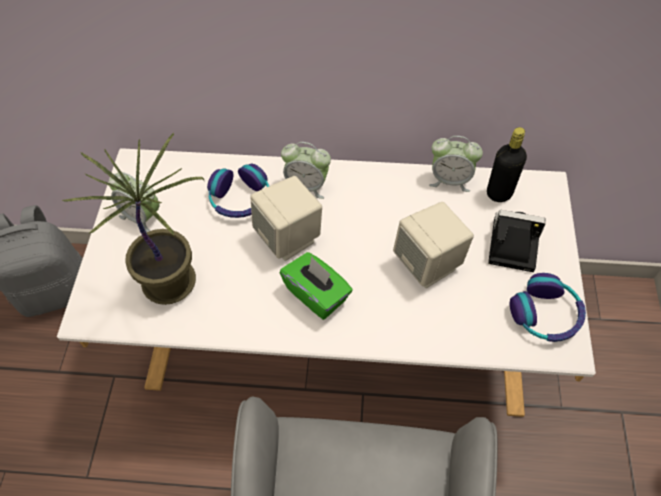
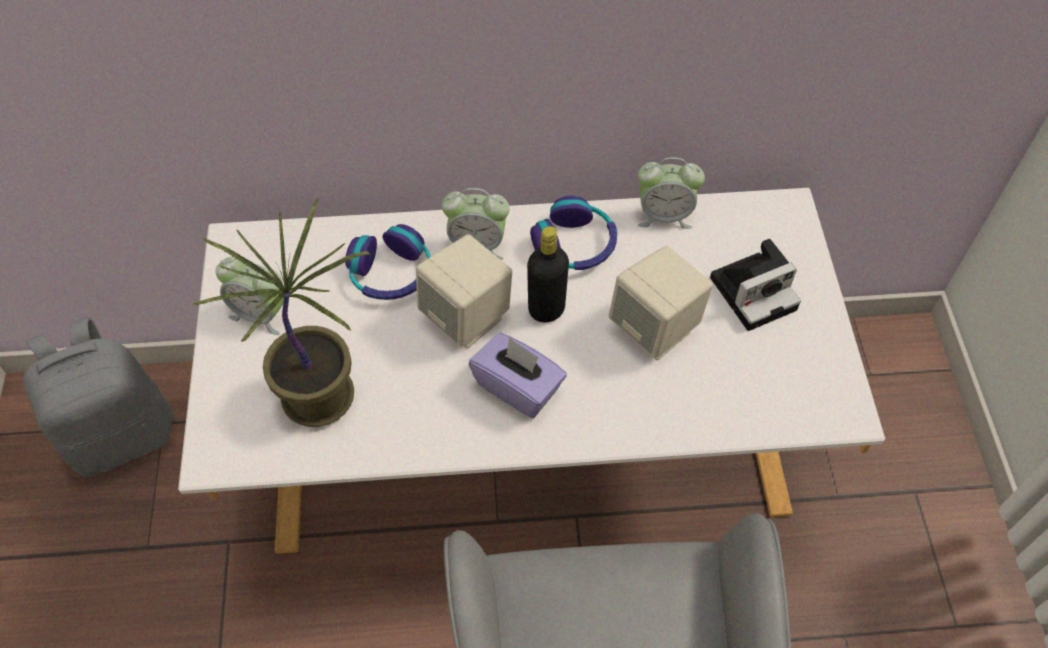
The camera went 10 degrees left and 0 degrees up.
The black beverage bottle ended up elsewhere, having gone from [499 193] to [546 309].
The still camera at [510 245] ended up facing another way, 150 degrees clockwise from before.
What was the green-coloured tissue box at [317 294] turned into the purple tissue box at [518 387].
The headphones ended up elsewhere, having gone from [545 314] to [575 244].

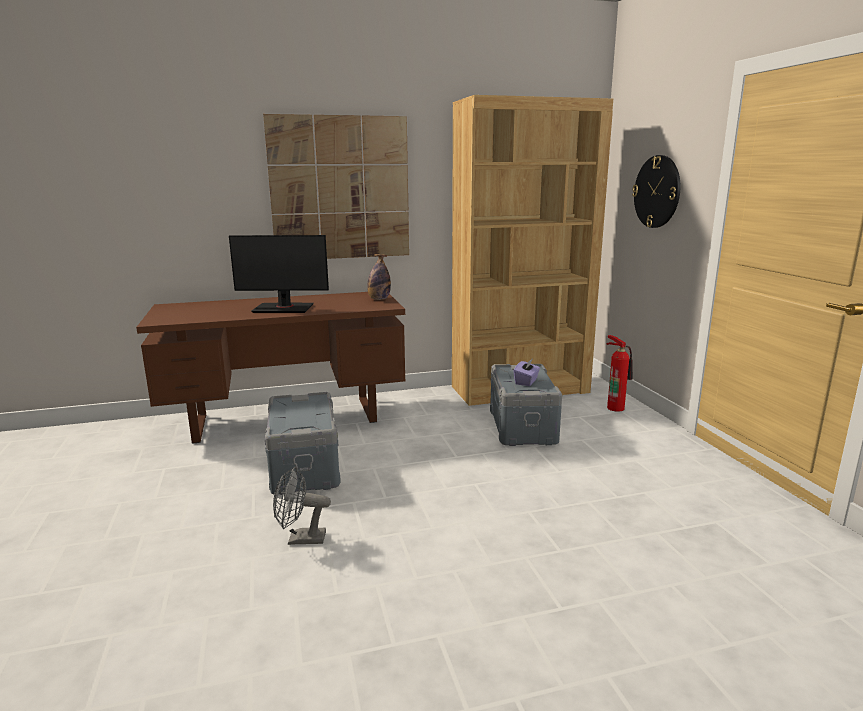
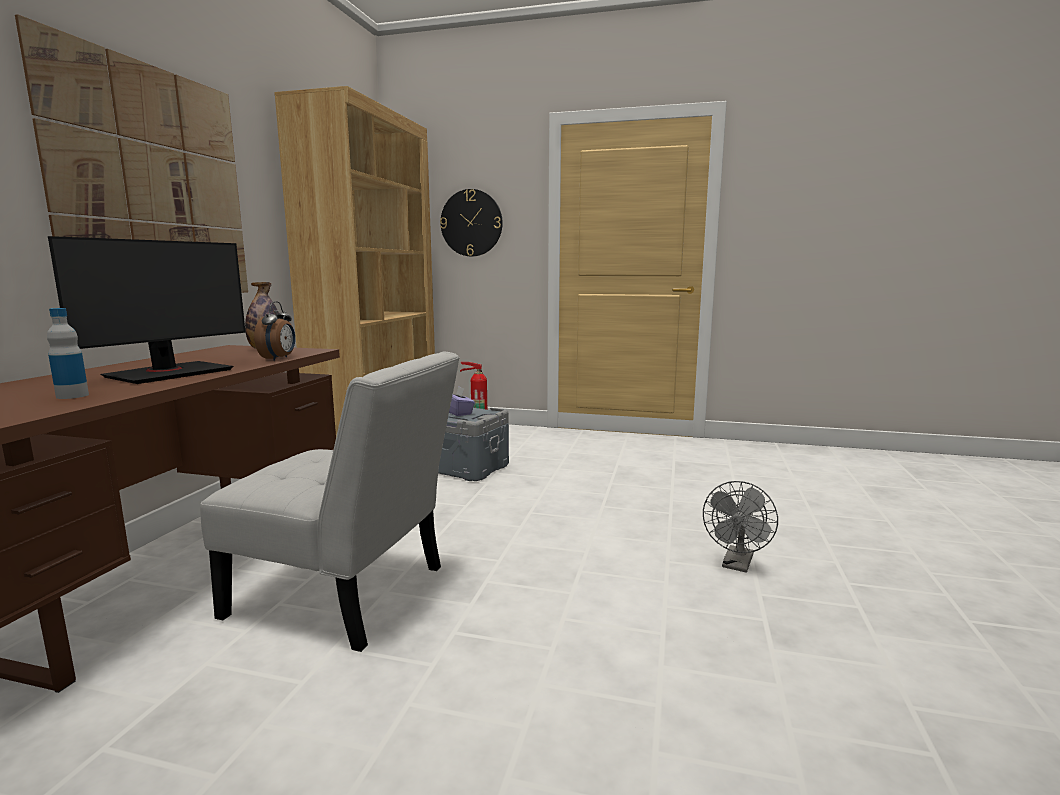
The camera went 60 degrees left and 5 degrees down.
Where the grey storage box stood at [303 467], the white upright chair came to stand at [347 595].
The grey fan ended up elsewhere, having gone from [300 539] to [737 565].
The second view gained the alarm clock at [279 359].
The second view gained the beverage bottle at [72 396].

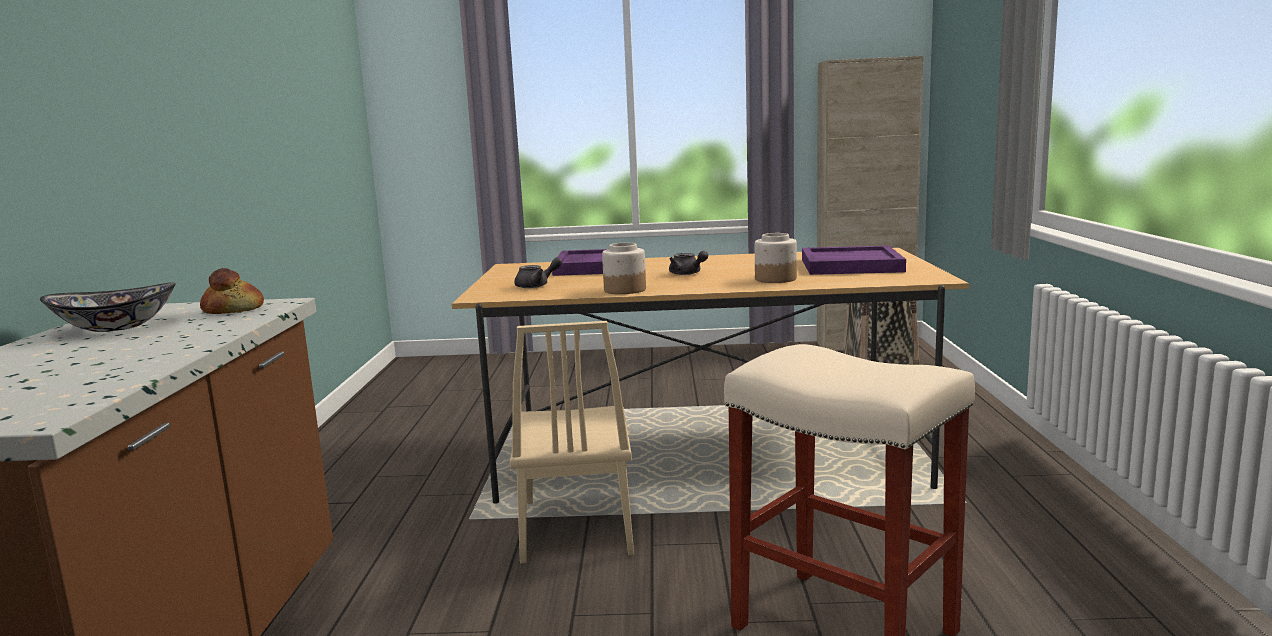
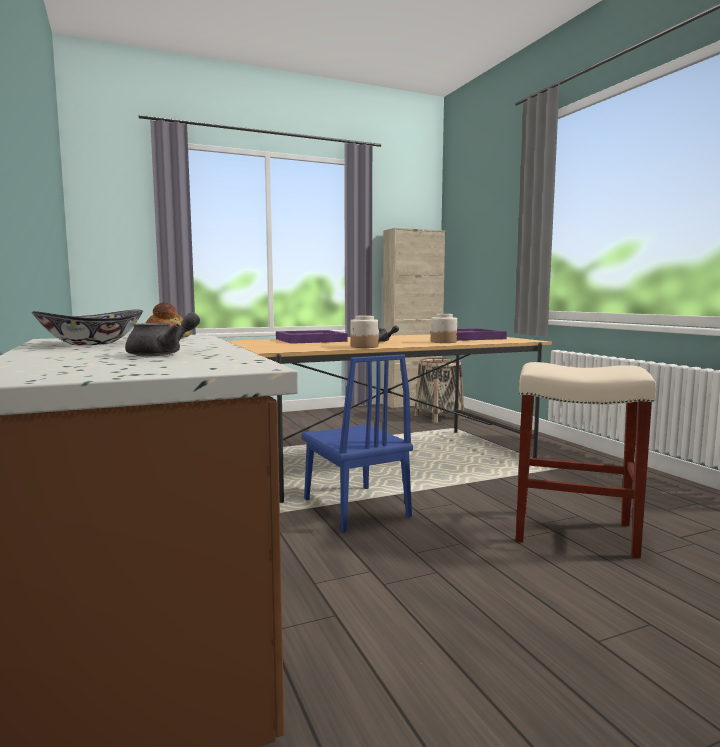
The camera went 25 degrees left and 5 degrees down.
The grey tea pot ended up elsewhere, having gone from [537 285] to [163 354].
What was the sand-coloured upright chair at [577 527] turned into the bluish upright chair at [355 508].

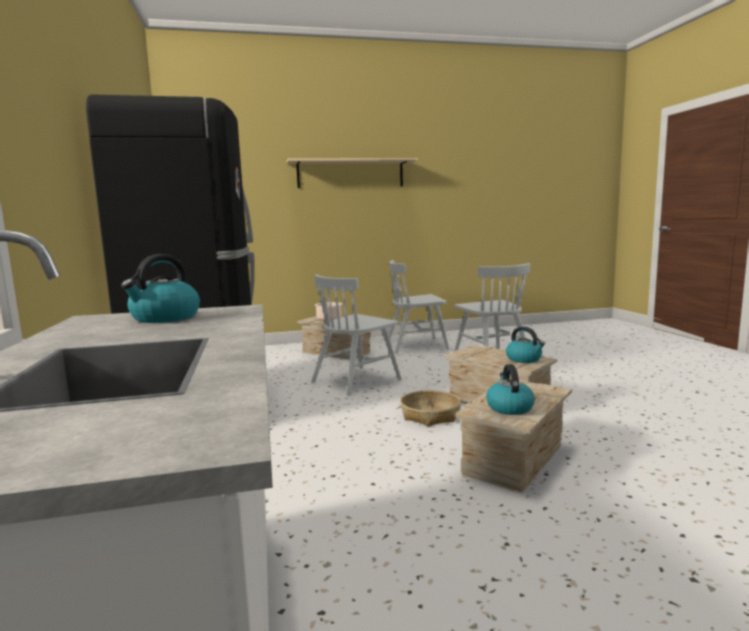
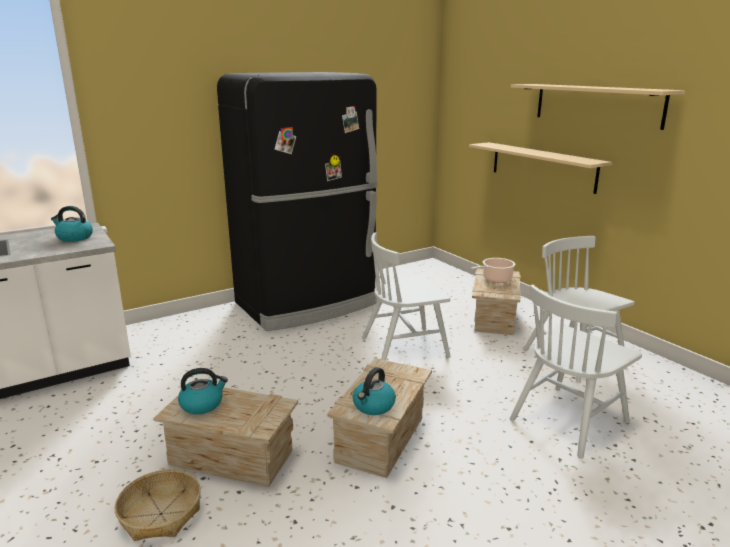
The camera went 70 degrees right and 10 degrees up.
The white upright chair at [356 380] ended up facing another way, 45 degrees counterclockwise from before.
The household basket ended up elsewhere, having gone from [430 416] to [160 514].
The second view gained the sand-coloured bracket shelf at [542 166].

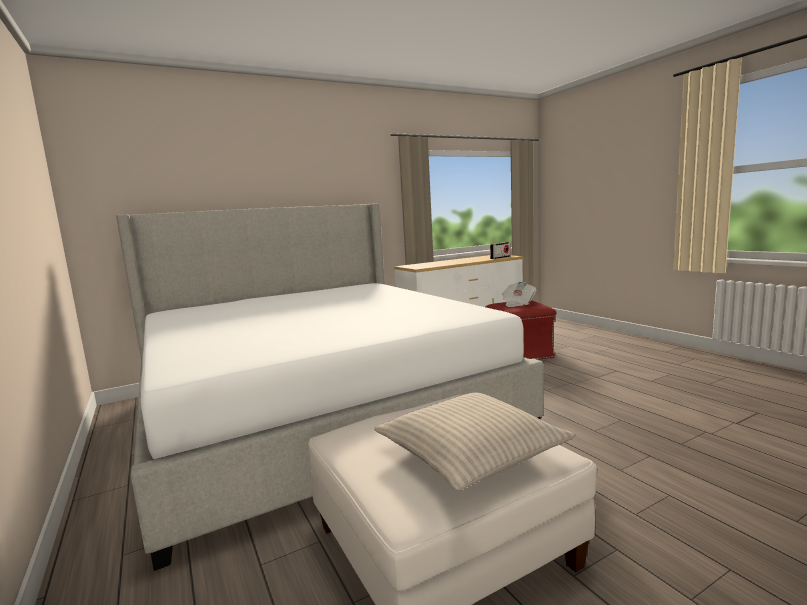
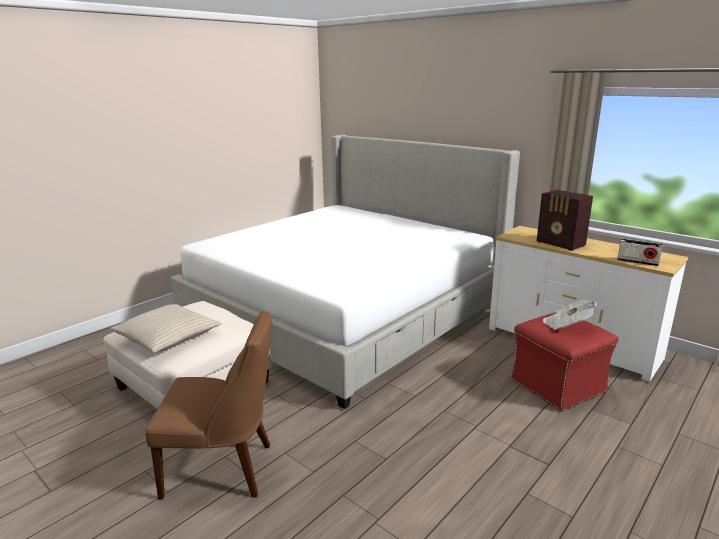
The camera went 70 degrees right and 10 degrees up.
The second view gained the radio at [561 244].
The second view gained the brown upright chair at [224 470].

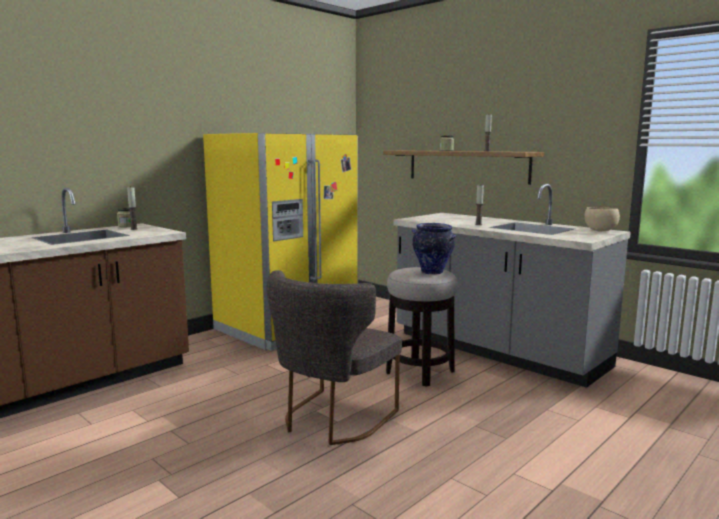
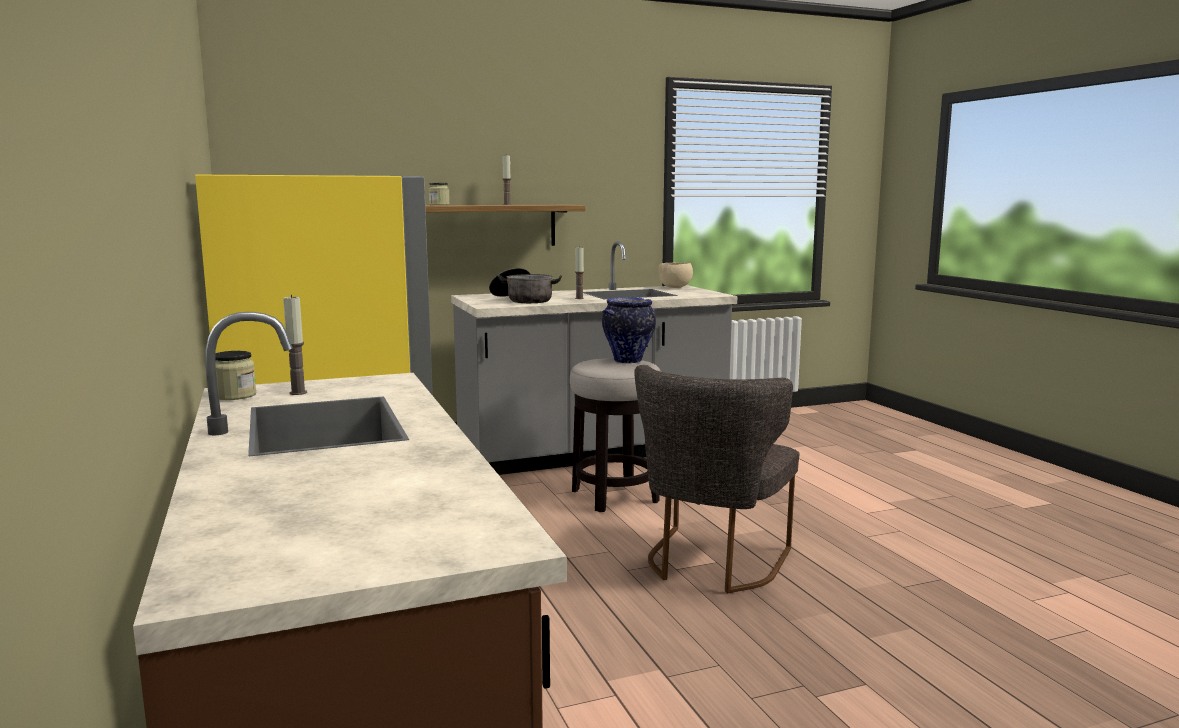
The camera went 65 degrees left and 0 degrees up.
The grey upright chair at [332 420] ended up facing another way, 60 degrees clockwise from before.
The second view gained the cooking pot at [523 300].

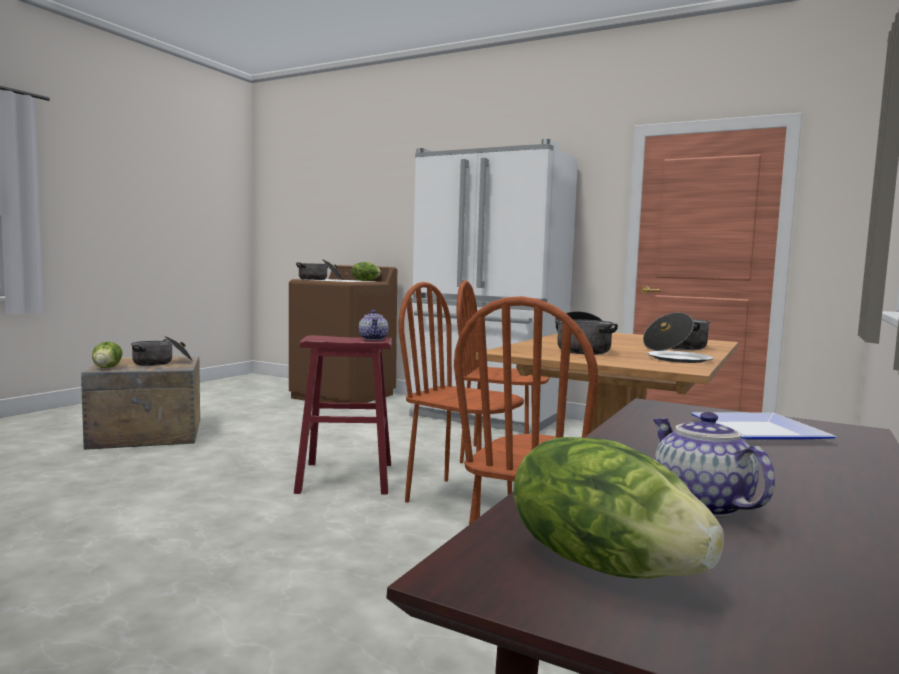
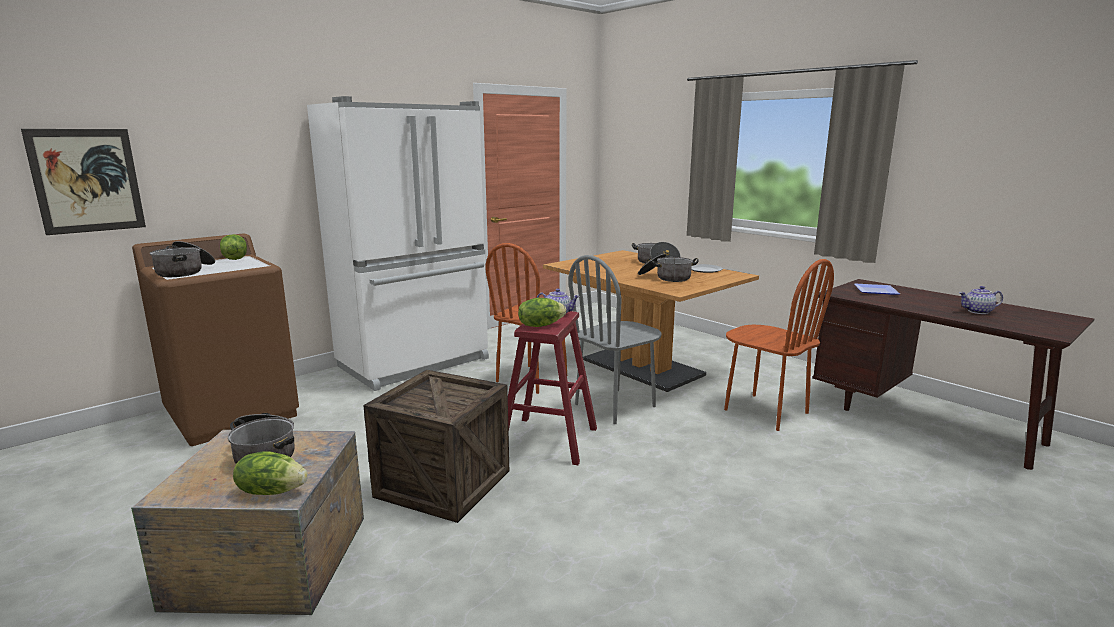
The camera went 70 degrees left and 10 degrees up.
What was the brown upright chair at [459 498] turned into the grey upright chair at [615 405].
The lettuce head ended up elsewhere, having gone from [603 564] to [540 325].
The second view gained the picture at [87 181].
The second view gained the packing crate at [443 483].

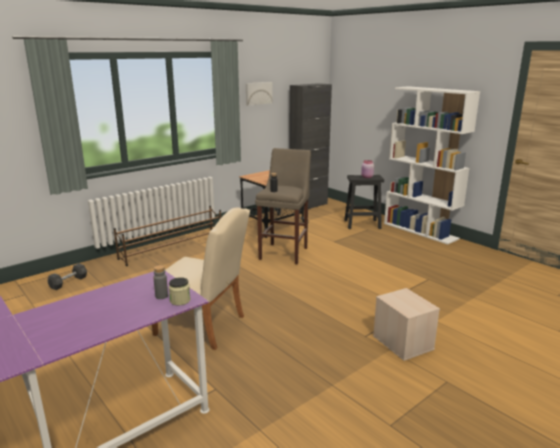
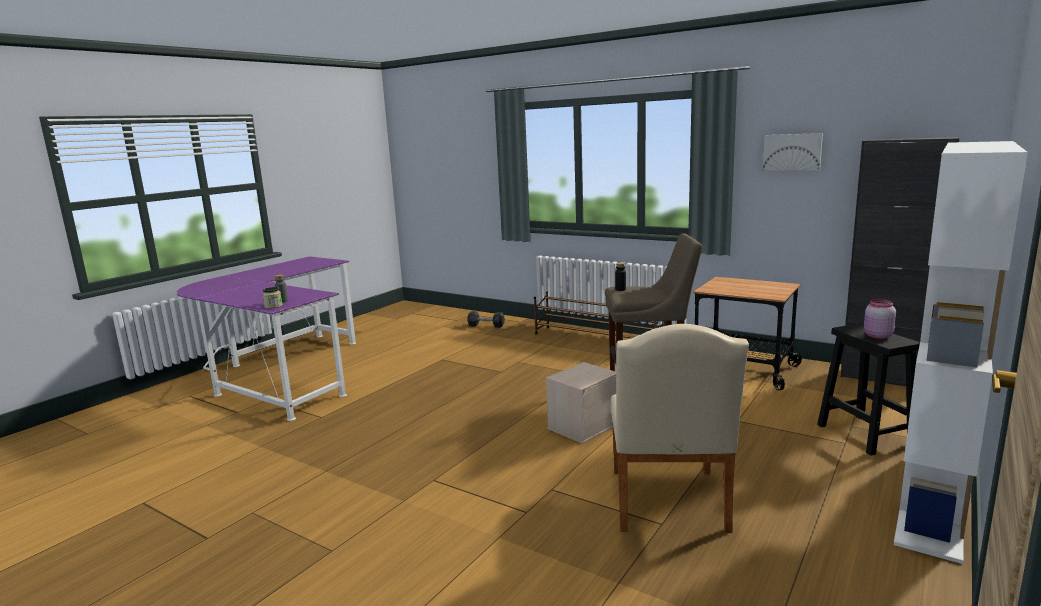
The camera went 75 degrees right and 5 degrees down.
The sand-coloured upright chair ended up elsewhere, having gone from [205 326] to [668 505].
The sand-coloured storage box ended up elsewhere, having gone from [402 342] to [583 426].

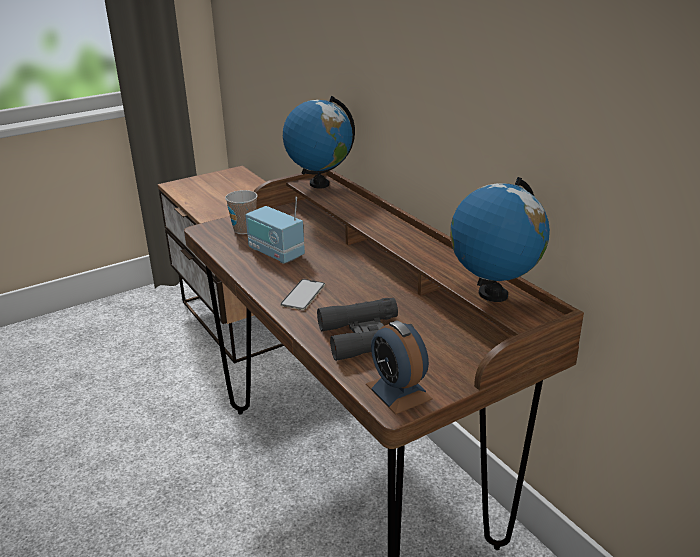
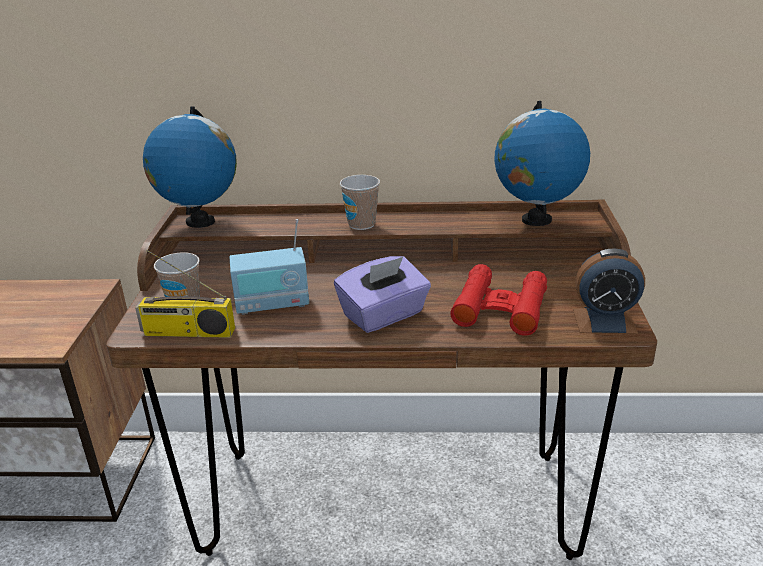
The camera went 55 degrees left and 0 degrees up.
Where the handset stood at [303 295], the purple tissue box came to stand at [384 315].
What was the black binoculars at [365 336] turned into the reddish binoculars at [500 308].
The second view gained the cup at [361 224].
The second view gained the radio at [187 332].

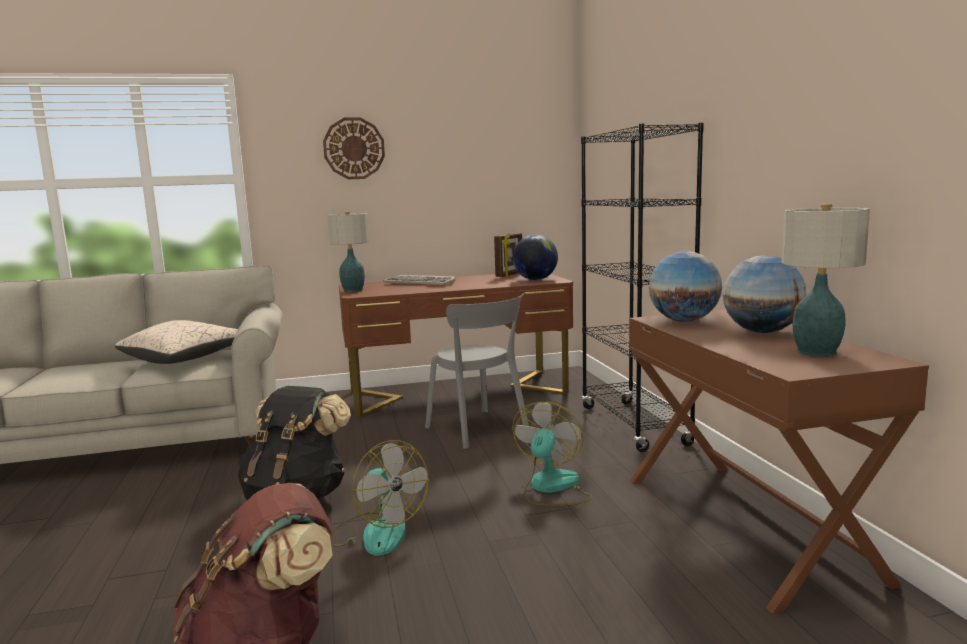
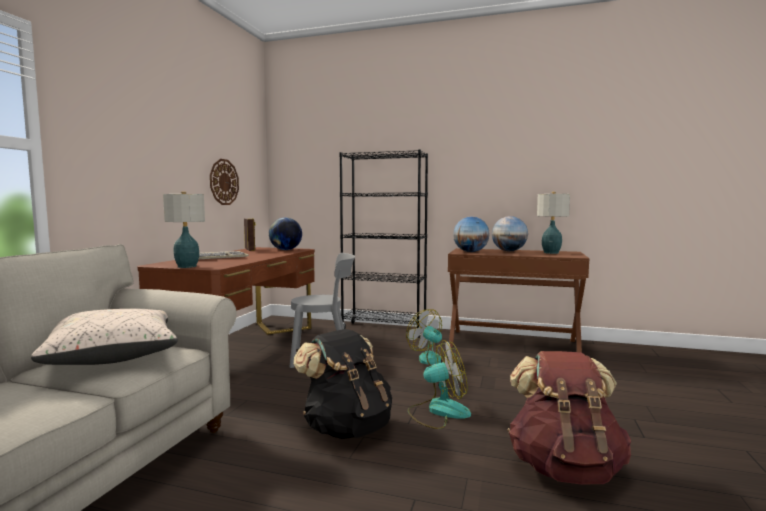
The camera went 60 degrees left and 5 degrees down.
The wall clock ended up elsewhere, having gone from [354 148] to [224 182].

